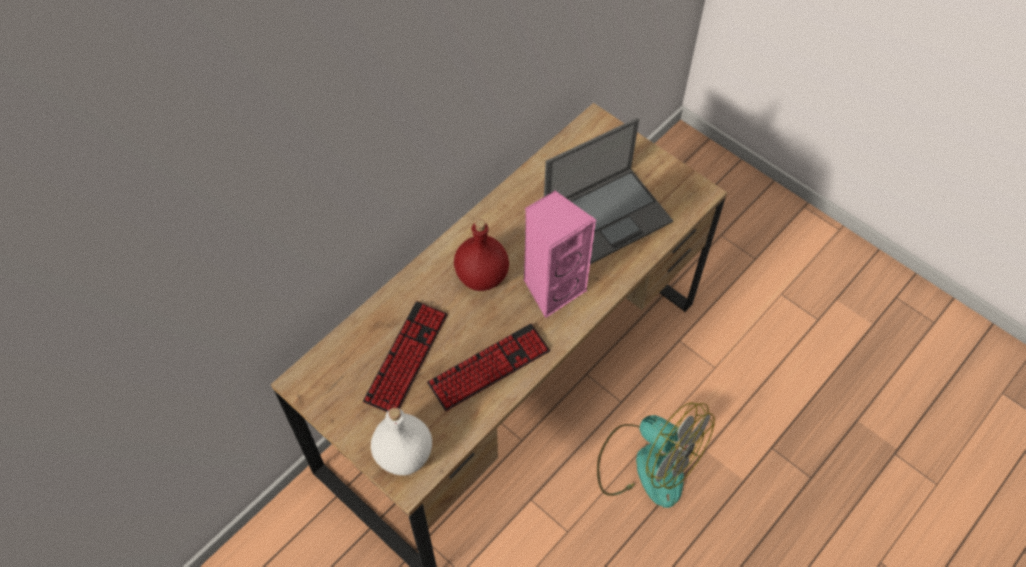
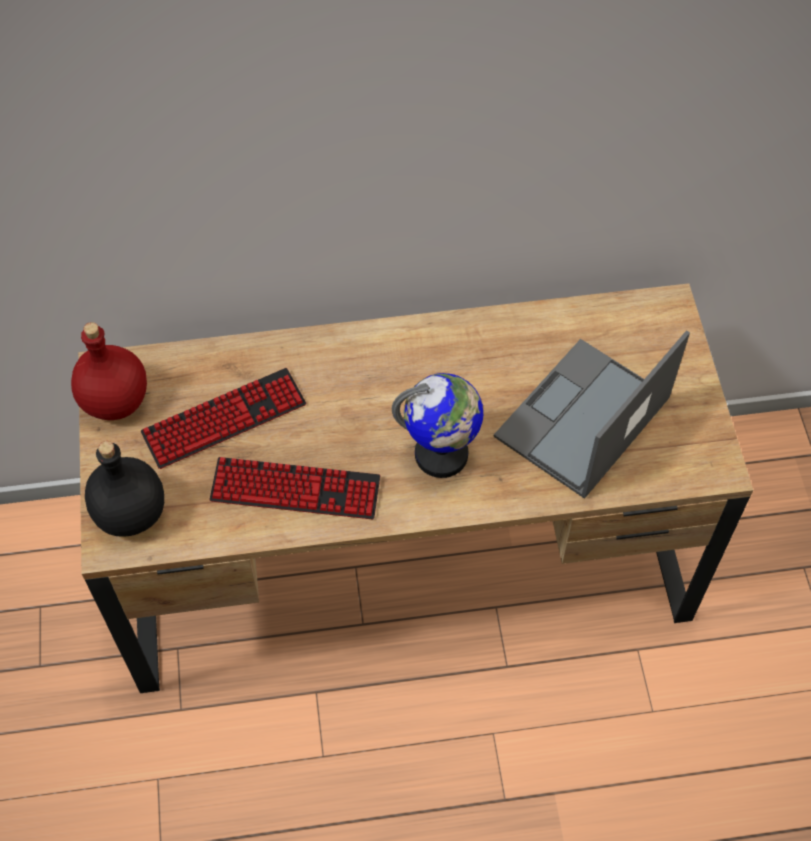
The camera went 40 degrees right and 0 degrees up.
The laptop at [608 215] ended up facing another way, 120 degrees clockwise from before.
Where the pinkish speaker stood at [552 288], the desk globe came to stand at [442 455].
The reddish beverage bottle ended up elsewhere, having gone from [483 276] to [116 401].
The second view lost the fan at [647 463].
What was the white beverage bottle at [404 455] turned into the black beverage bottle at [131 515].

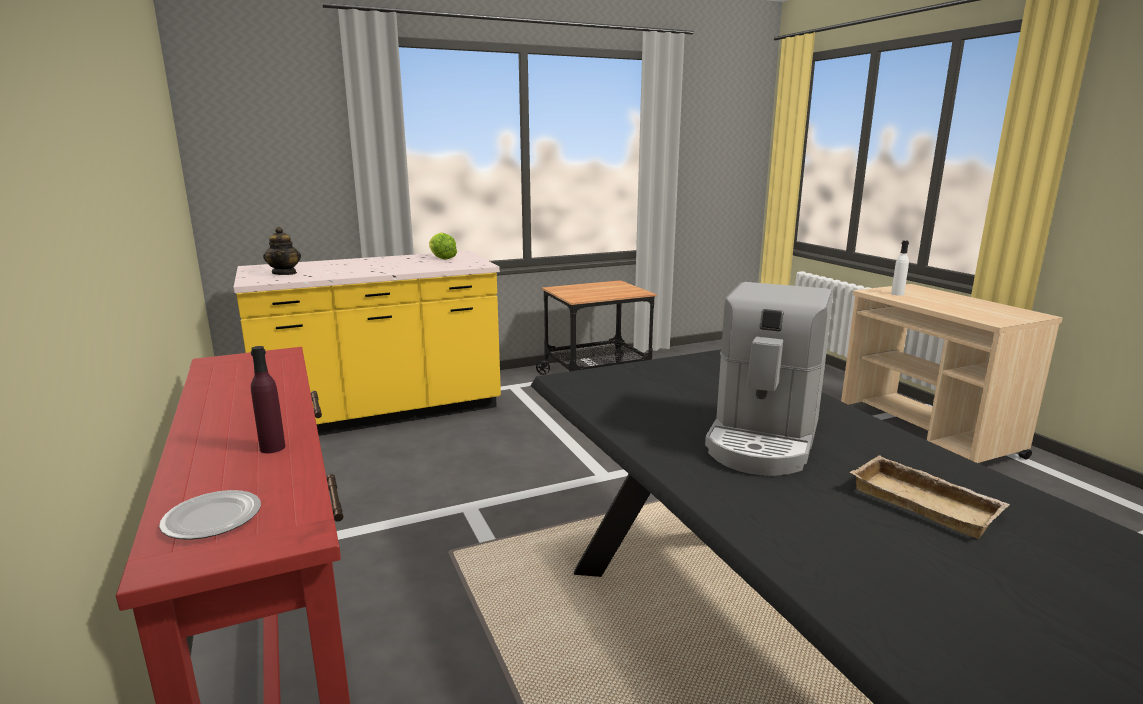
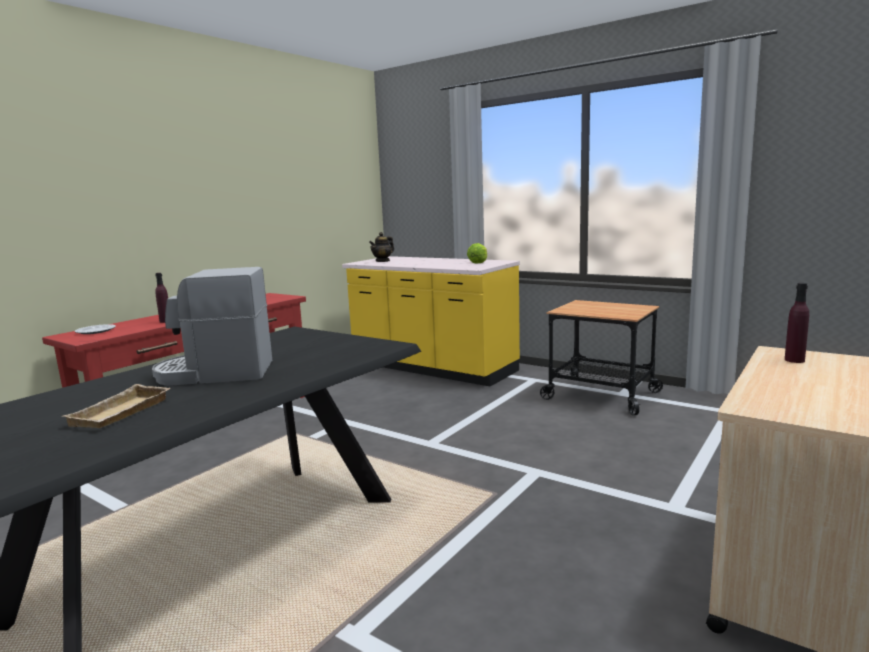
The camera went 60 degrees right and 5 degrees down.
What was the white beverage bottle at [897 294] turned into the purple beverage bottle at [794 360].

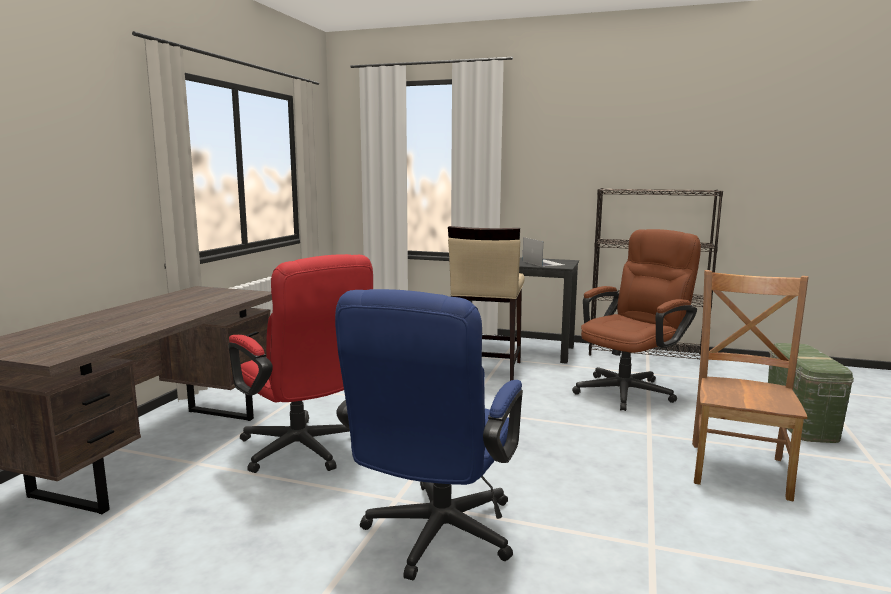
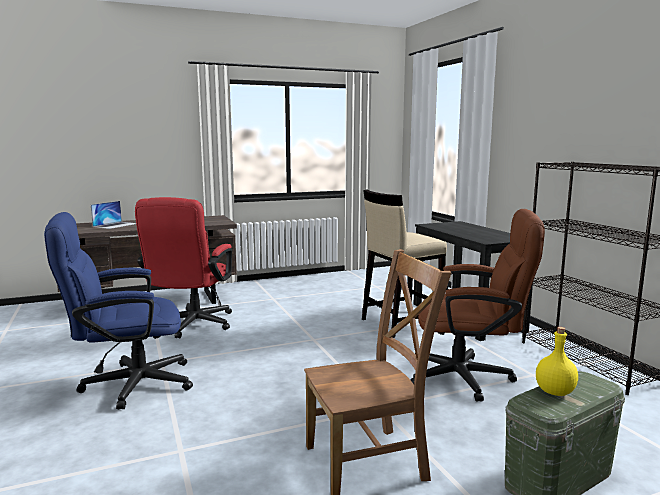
The camera went 50 degrees right and 0 degrees up.
The laptop ended up elsewhere, having gone from [543 263] to [115 225].
The second view gained the yellowish beverage bottle at [555 392].

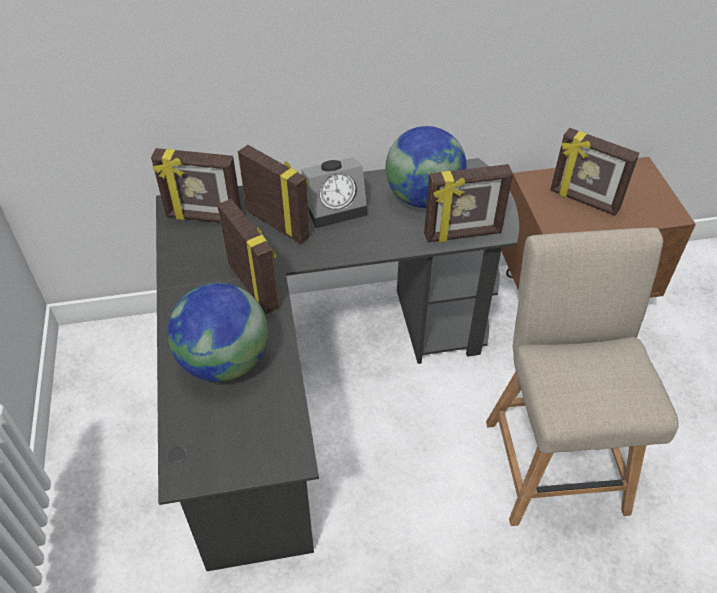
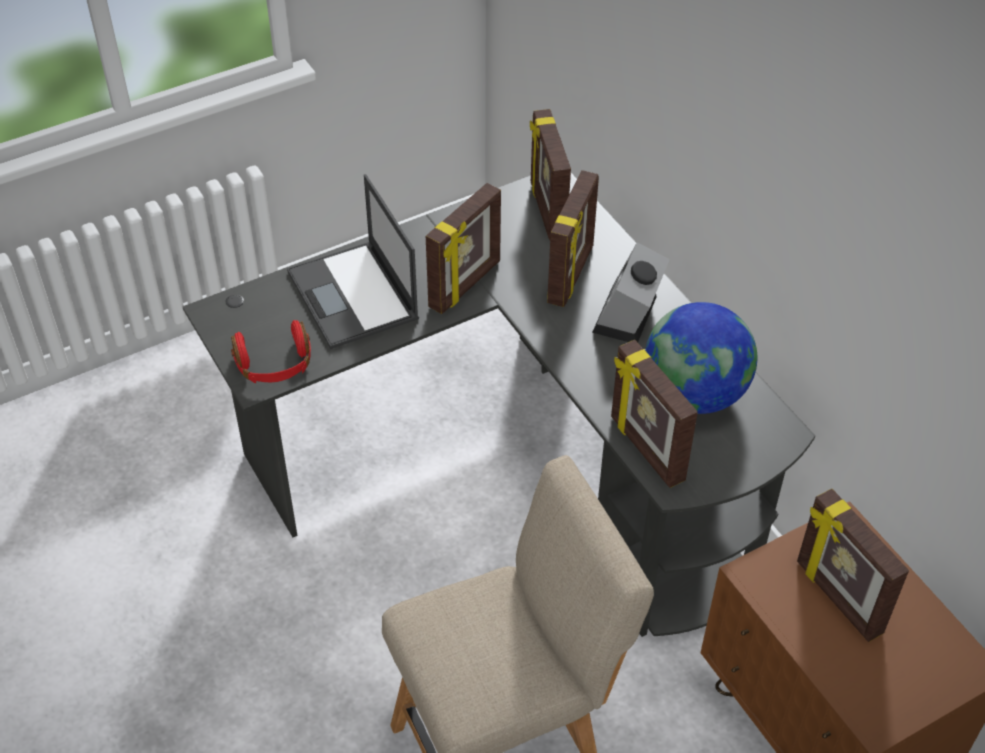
The camera went 70 degrees right and 0 degrees up.
The standing frame at [583 201] ended up facing another way, 45 degrees counterclockwise from before.
The alarm clock at [336 207] ended up facing another way, 60 degrees clockwise from before.
Where the desk globe stood at [224 361], the laptop came to stand at [354 296].
The second view gained the reddish headphones at [275 365].

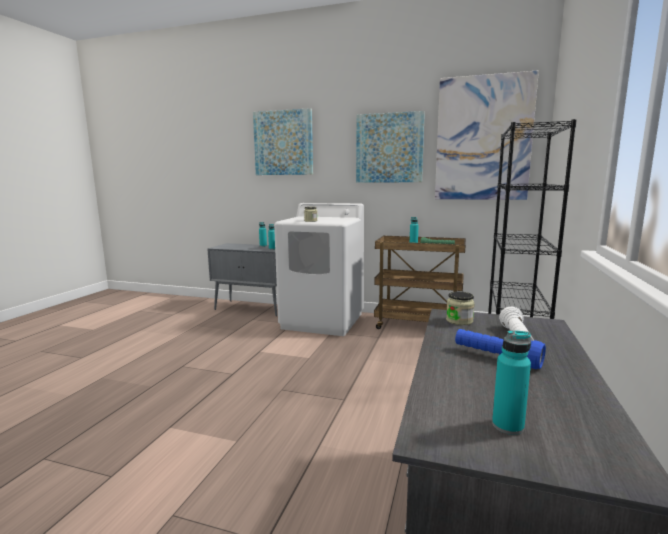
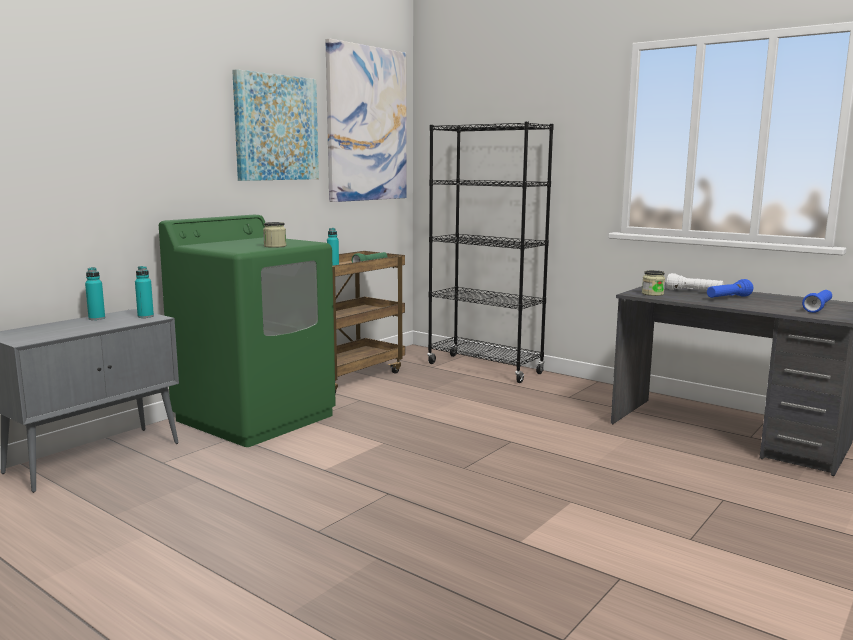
The camera went 70 degrees left and 0 degrees up.
The second view lost the picture at [283 143].
What was the white laundry machine at [323 321] turned into the green-coloured laundry machine at [256 417].
Where the turquoise beverage bottle stood at [507 426], the bluish hand torch came to stand at [818 308].

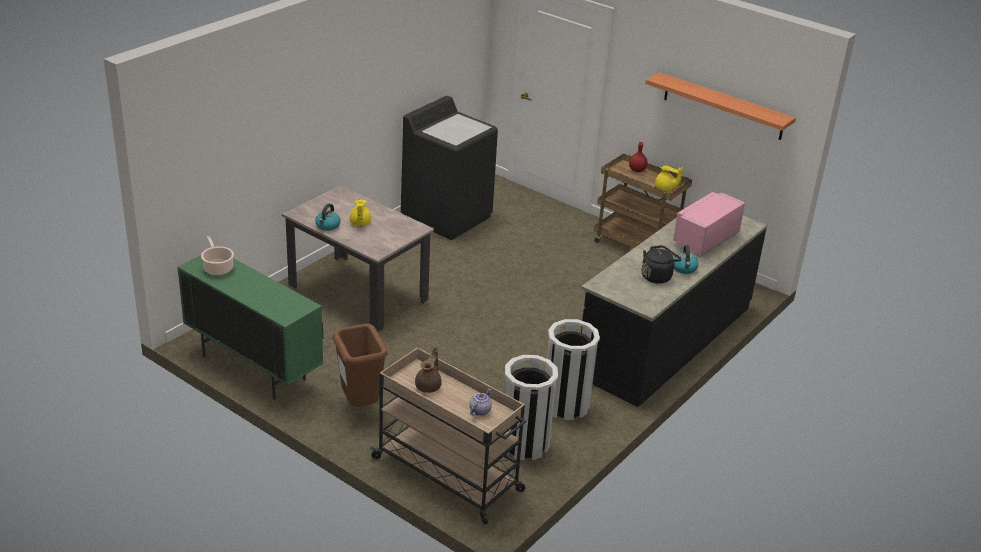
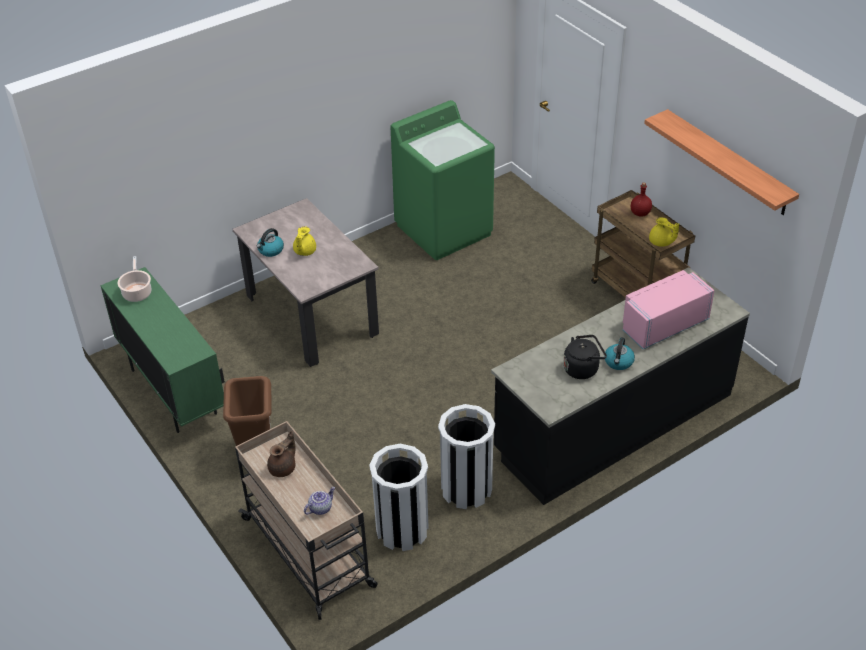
The camera went 20 degrees right and 10 degrees up.
What was the black laundry machine at [447 216] turned into the green-coloured laundry machine at [444 229].

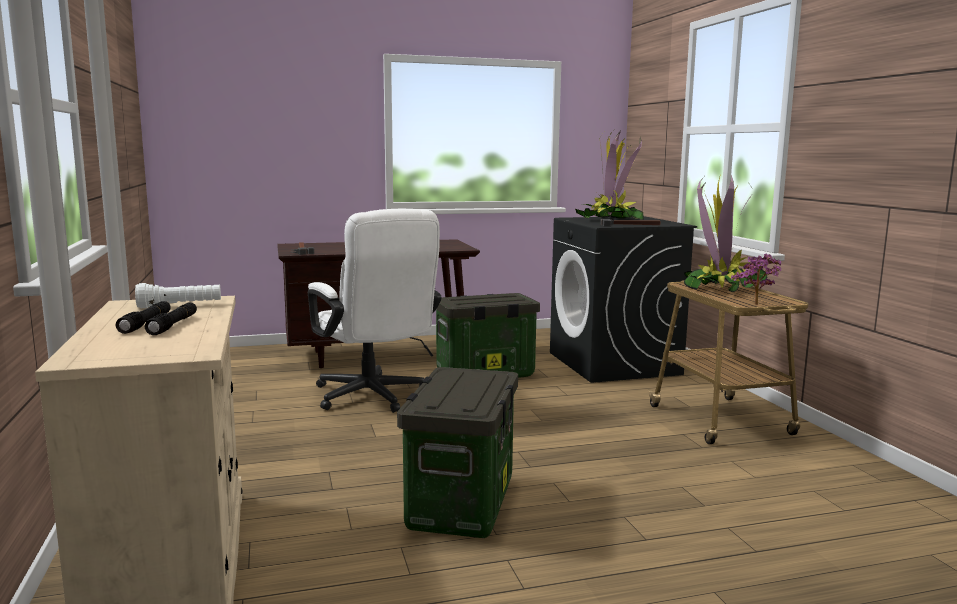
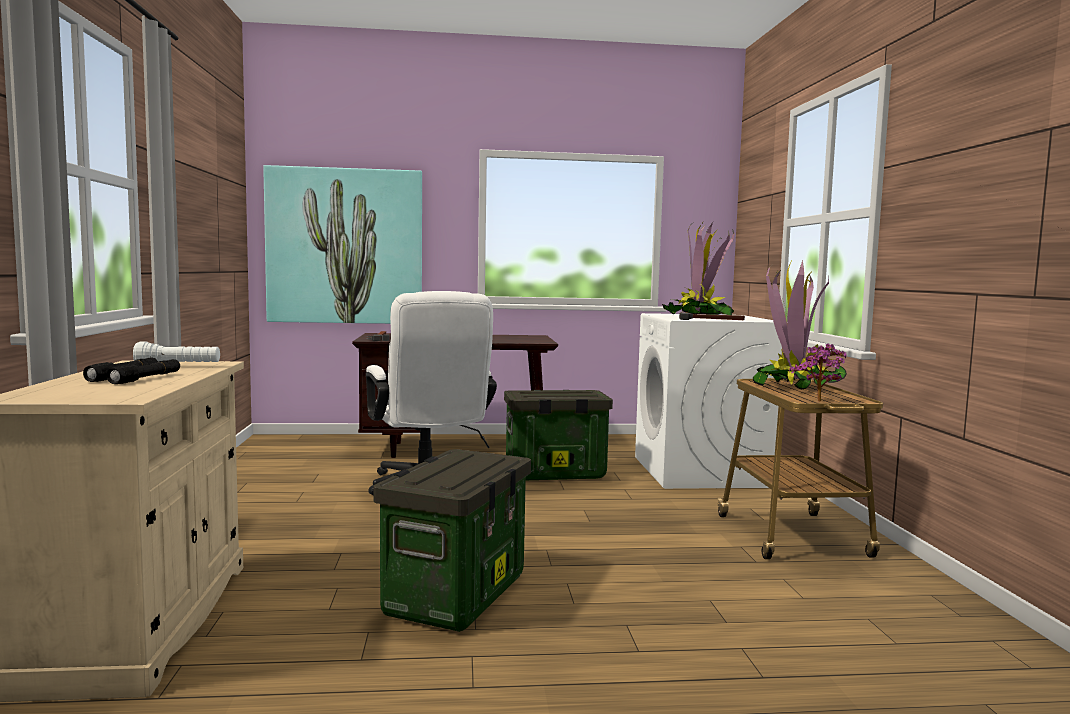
The camera went 10 degrees right and 5 degrees down.
What was the black laundry machine at [614 364] turned into the white laundry machine at [700 472].
The second view gained the picture at [345 246].

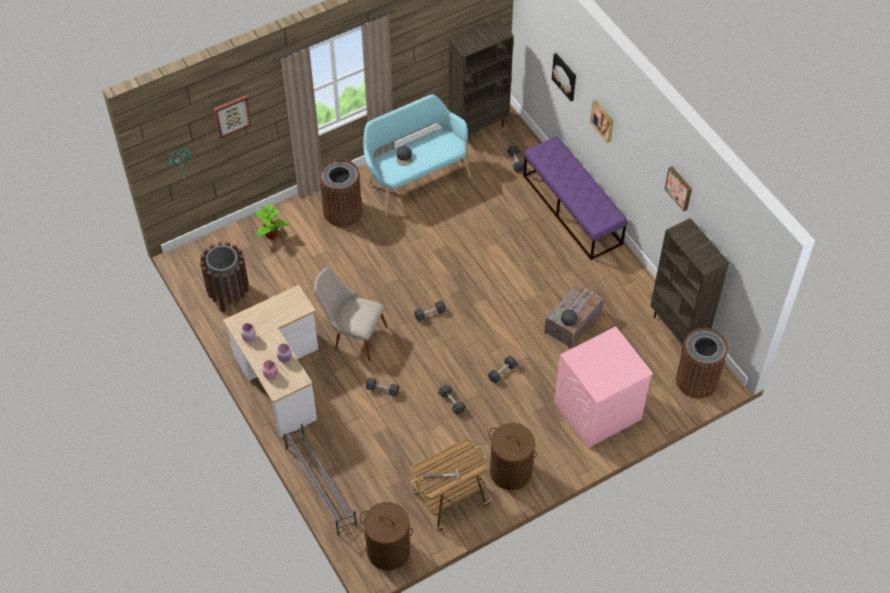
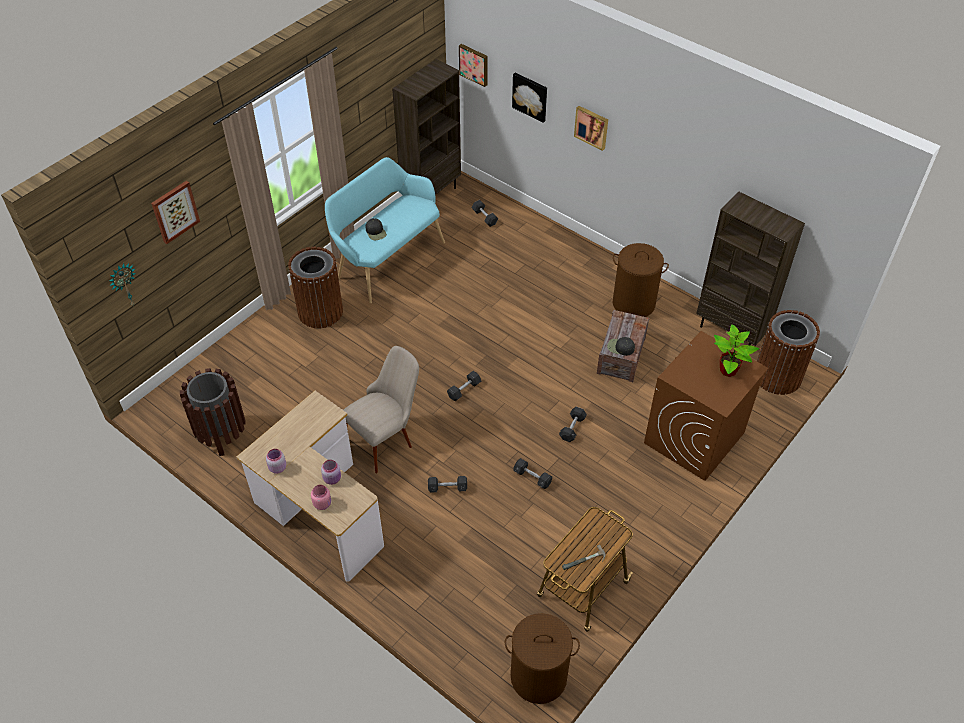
The camera went 20 degrees left and 5 degrees down.
The second view lost the purple long seat at [572 210].
The picture ended up elsewhere, having gone from [679 188] to [474 64].
The houseplant ended up elsewhere, having gone from [271 235] to [728 371].
The sand-coloured upright chair at [352 334] ended up facing another way, 135 degrees clockwise from before.
What was the pinkish laundry machine at [597 411] turned into the brown laundry machine at [694 438].
The brown hamper ended up elsewhere, having gone from [510 472] to [633 303].
The second view lost the grey shoe shelf at [321 486].

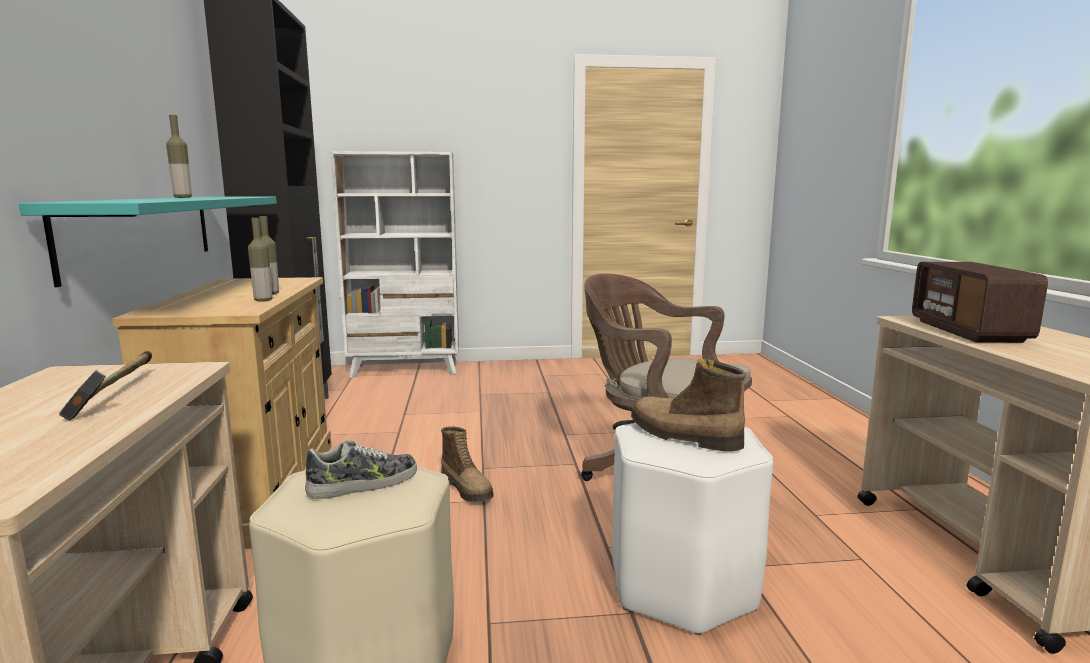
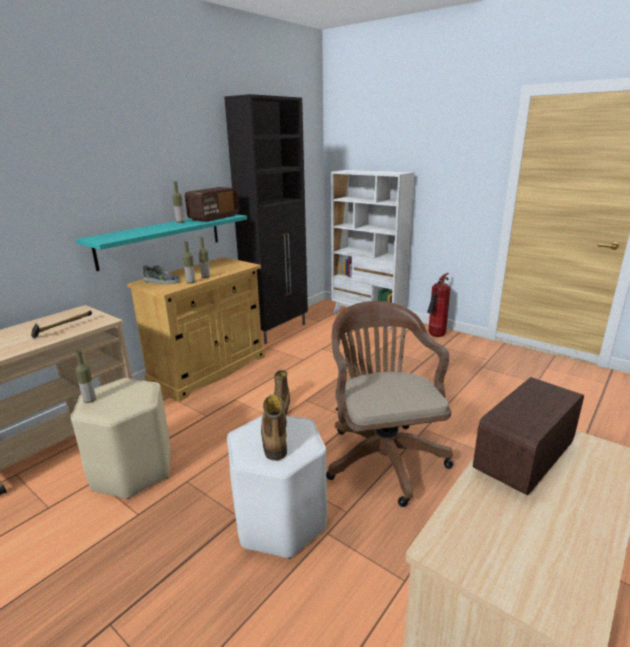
The camera went 45 degrees right and 10 degrees up.
The item of footwear ended up elsewhere, having gone from [364 484] to [162 281].
The second view gained the radio at [214 217].
The second view gained the fire-fighting cylinder at [435 336].
The second view gained the beverage bottle at [90 400].

